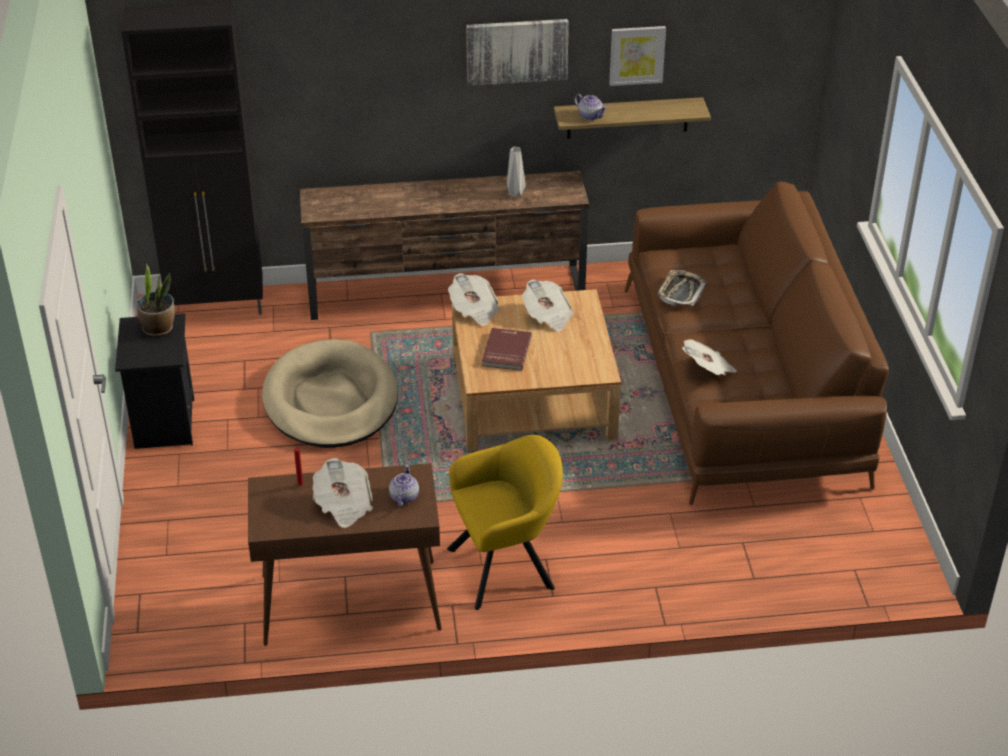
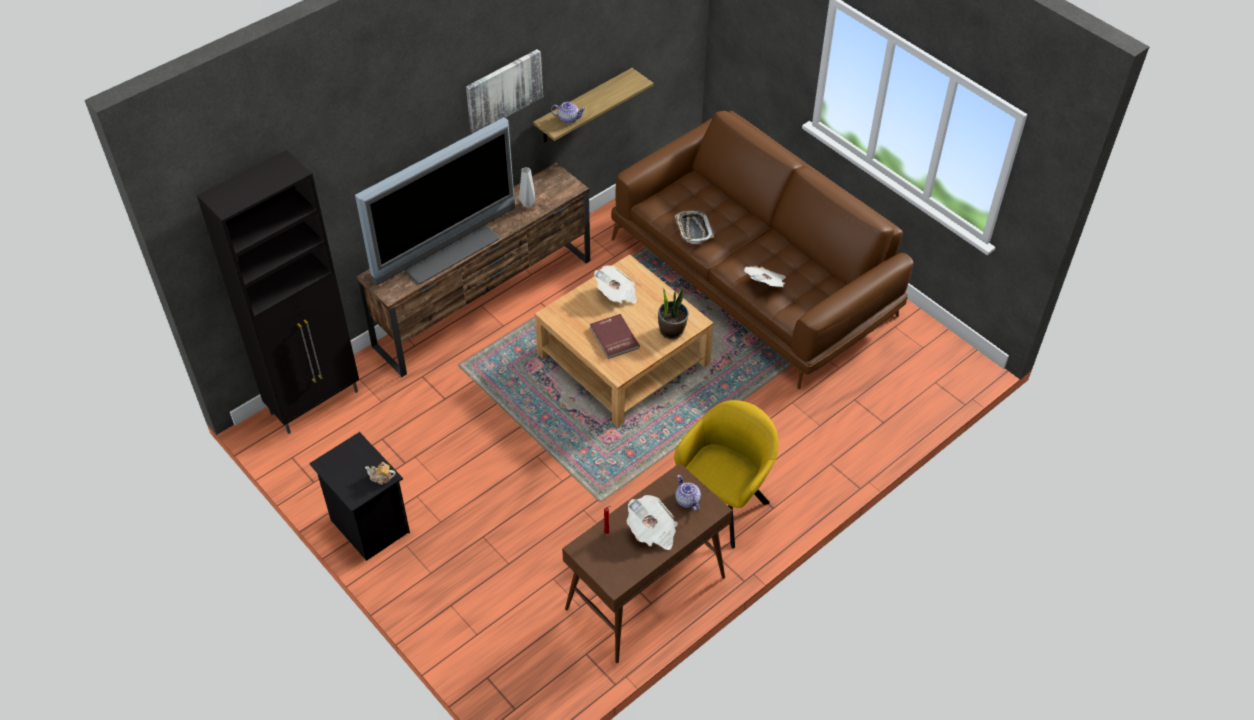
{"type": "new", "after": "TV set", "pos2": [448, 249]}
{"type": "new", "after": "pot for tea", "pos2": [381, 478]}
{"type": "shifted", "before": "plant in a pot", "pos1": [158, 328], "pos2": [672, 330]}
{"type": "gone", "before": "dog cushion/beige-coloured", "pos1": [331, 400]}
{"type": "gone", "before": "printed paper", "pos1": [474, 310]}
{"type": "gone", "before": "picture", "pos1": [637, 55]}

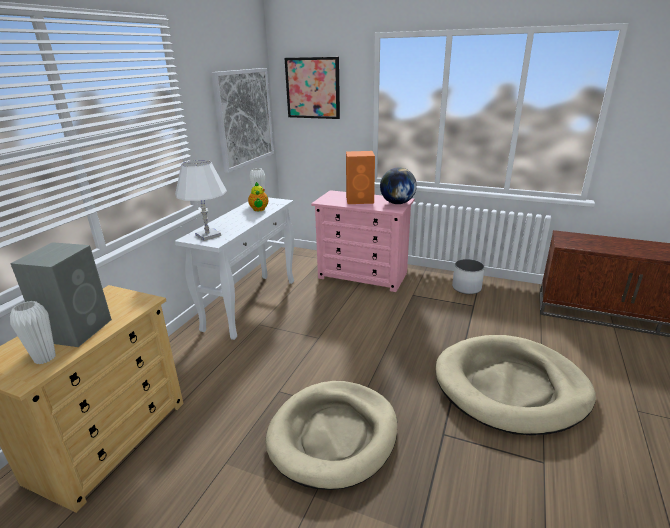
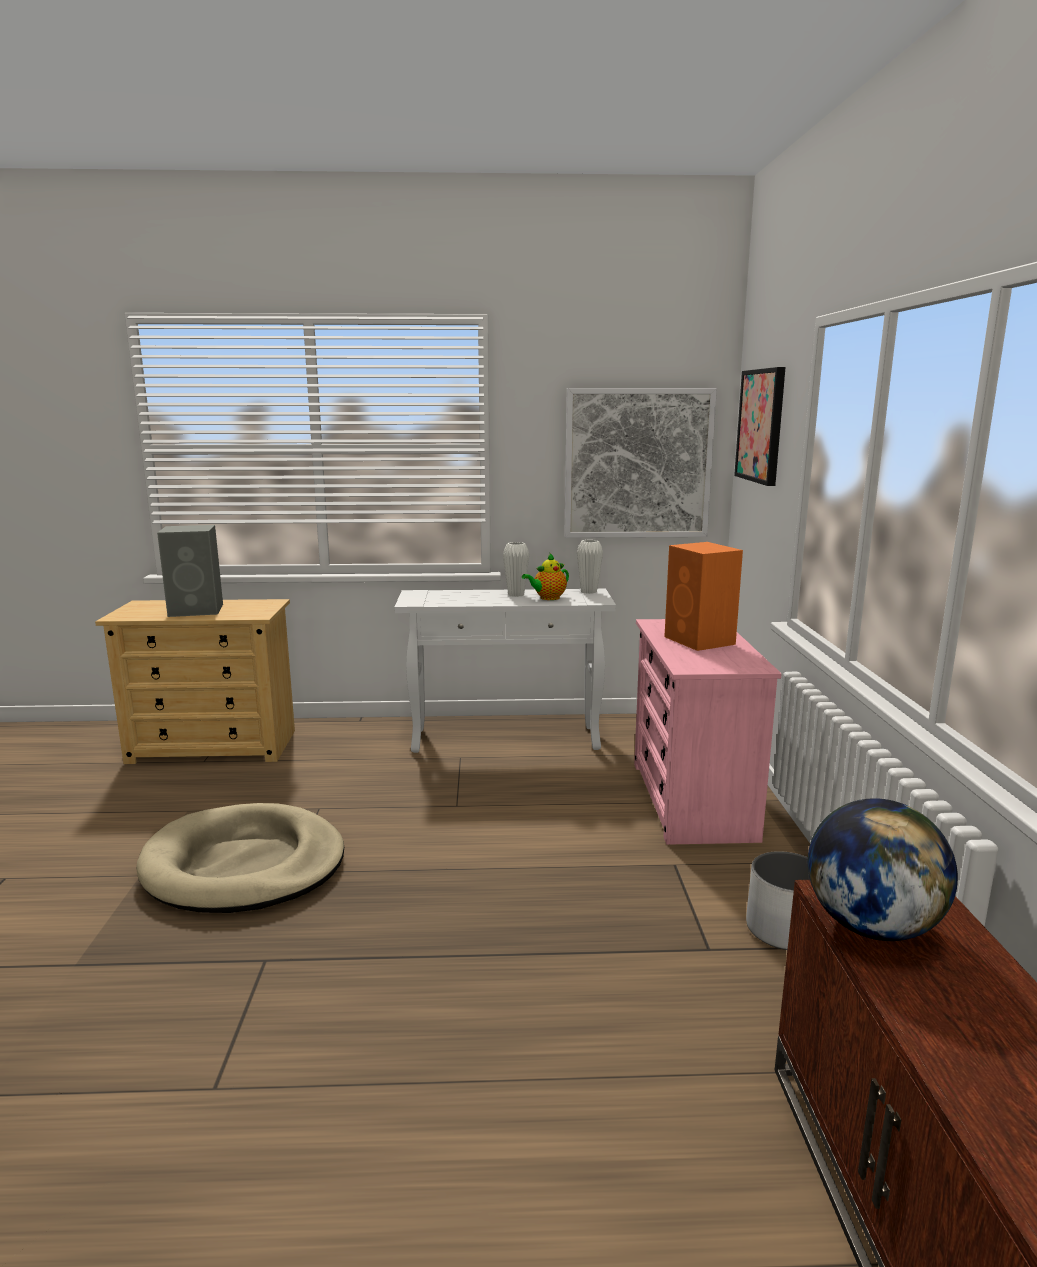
{"type": "shifted", "before": "decorative vase/white", "pos1": [45, 358], "pos2": [516, 595]}
{"type": "shifted", "before": "globe", "pos1": [397, 203], "pos2": [871, 926]}
{"type": "gone", "before": "lamp for a table/white", "pos1": [208, 235]}
{"type": "gone", "before": "dog cushion/beige-coloured", "pos1": [510, 387]}

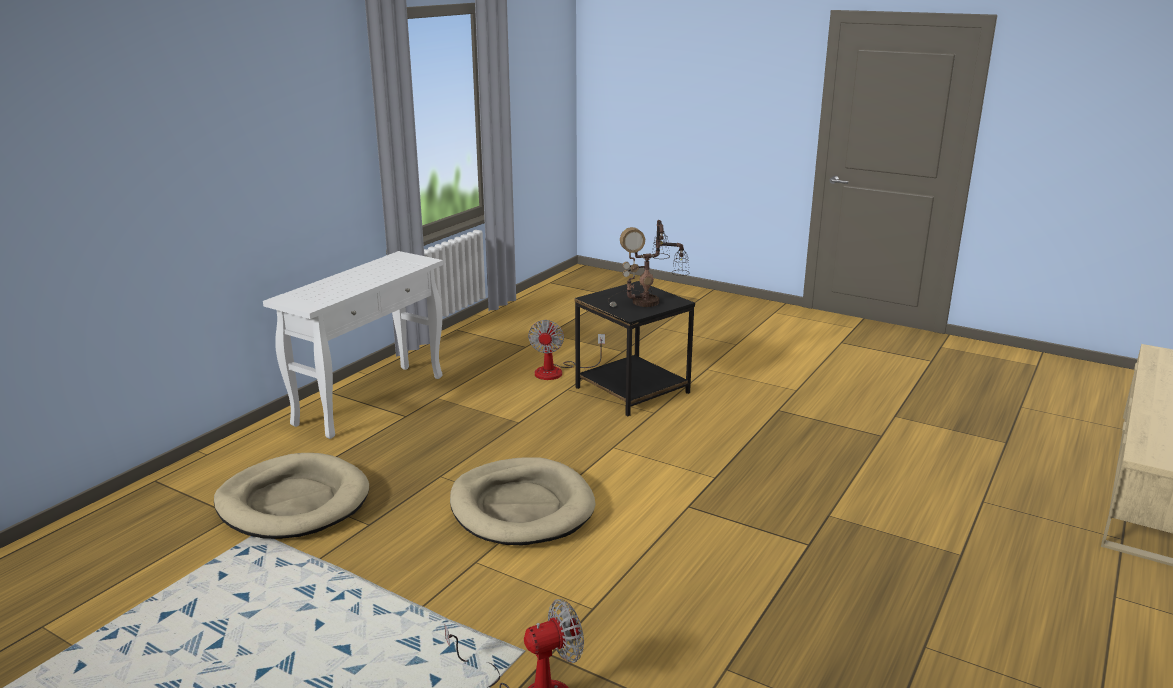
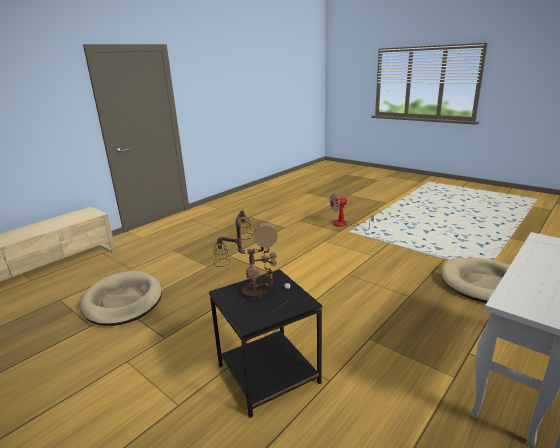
{"type": "shifted", "before": "dog cushion/beige-coloured", "pos1": [521, 507], "pos2": [123, 301]}
{"type": "gone", "before": "cooling fan", "pos1": [558, 371]}

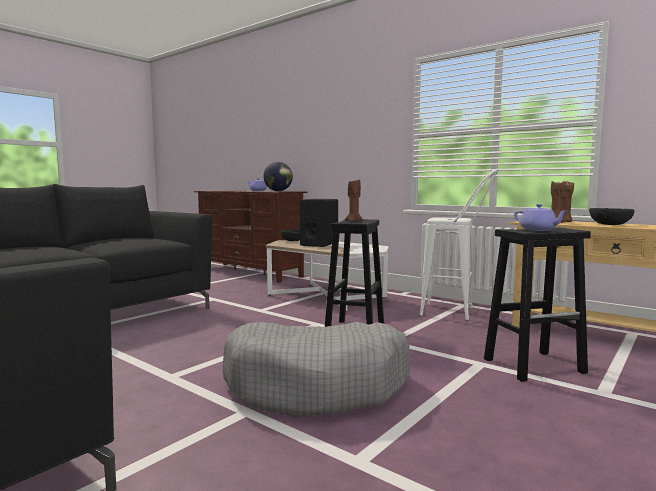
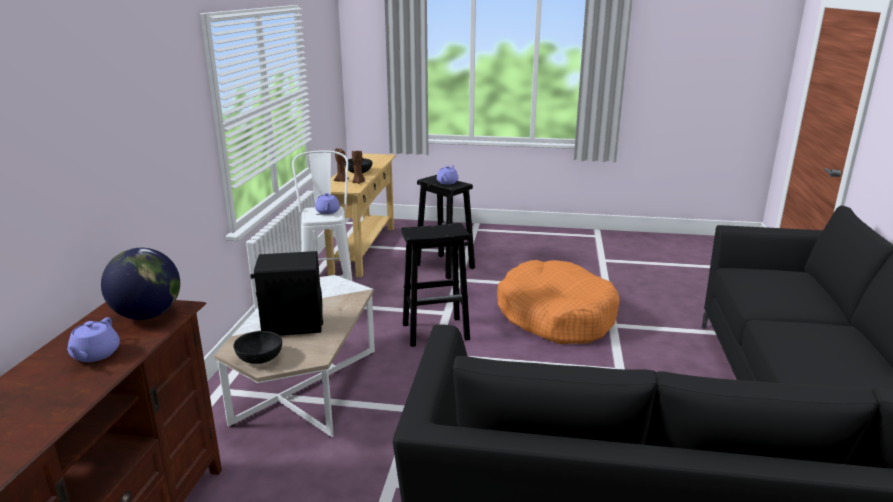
{"type": "new", "after": "pot for tea/purplish", "pos2": [327, 212]}
{"type": "repainted", "before": "dog cushion/gray", "after": "dog cushion/orangey", "pos1": [317, 385], "pos2": [556, 316]}
{"type": "gone", "before": "wax light/brown-coloured", "pos1": [354, 221]}

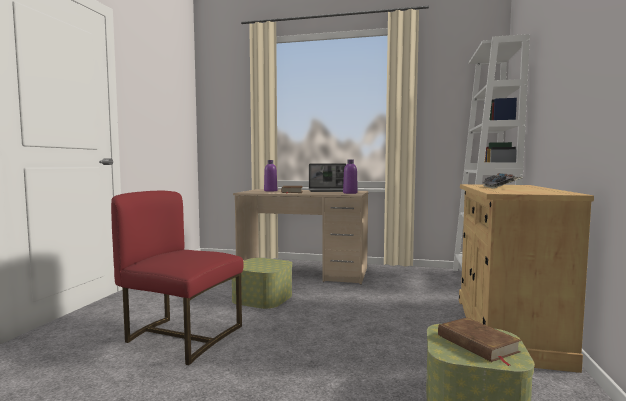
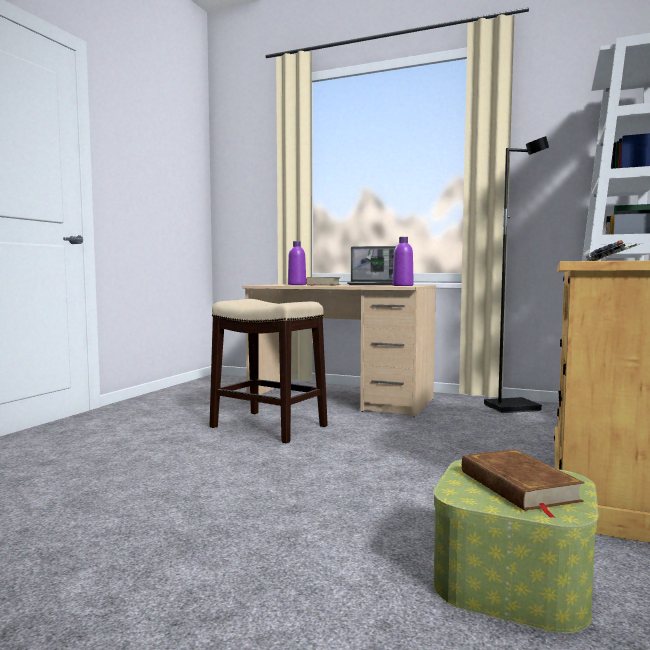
{"type": "swapped", "before": "storage container", "after": "stool seat", "pos1": [262, 298], "pos2": [267, 426]}
{"type": "new", "after": "floor lamp/black", "pos2": [512, 407]}
{"type": "gone", "before": "upright chair/red-coloured", "pos1": [181, 336]}

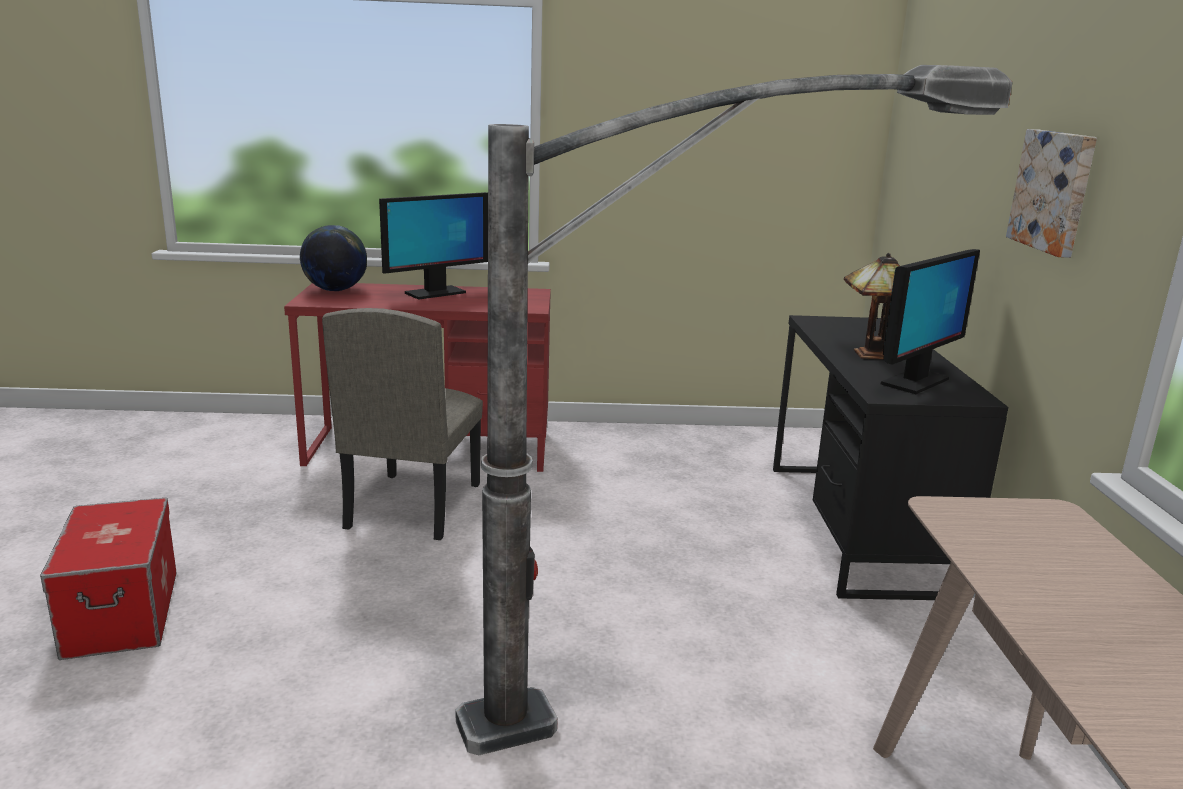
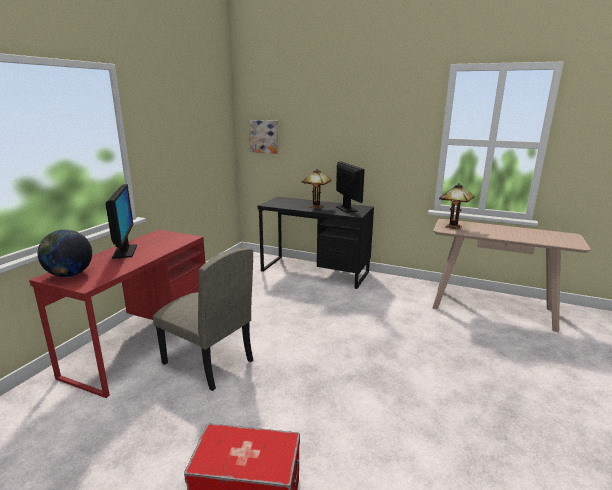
{"type": "shifted", "before": "picture", "pos1": [1054, 191], "pos2": [264, 136]}
{"type": "new", "after": "lamp for a table", "pos2": [453, 227]}
{"type": "gone", "before": "floor lamp", "pos1": [704, 677]}

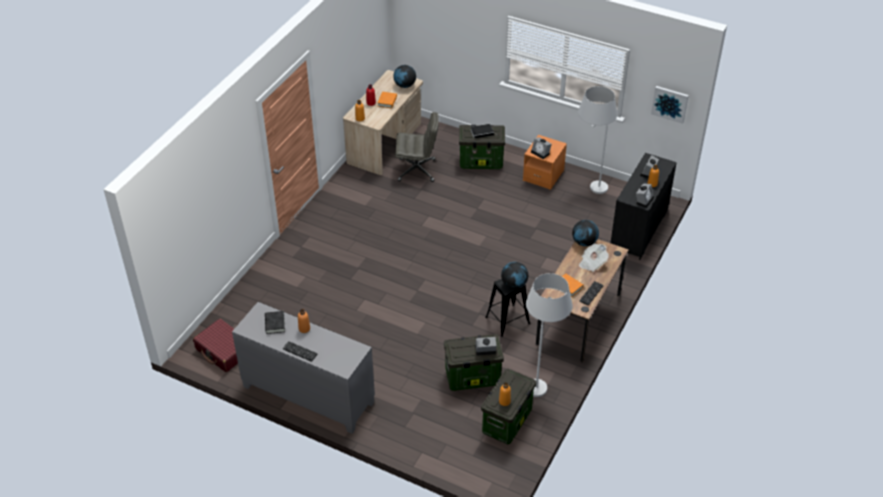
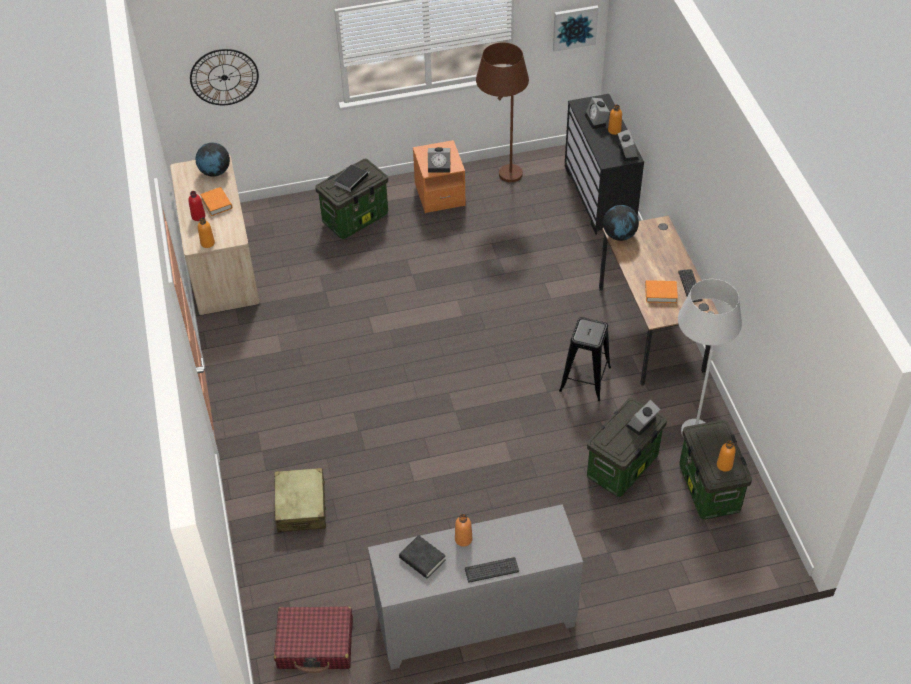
{"type": "new", "after": "clock on the wall", "pos2": [224, 77]}
{"type": "new", "after": "piece of luggage/beige-coloured", "pos2": [301, 506]}
{"type": "repainted", "before": "floor lamp/white", "after": "floor lamp/brown-coloured", "pos1": [589, 188], "pos2": [501, 180]}
{"type": "gone", "before": "office chair/gray", "pos1": [417, 170]}
{"type": "gone", "before": "globe", "pos1": [514, 284]}
{"type": "gone", "before": "printed paper", "pos1": [592, 263]}

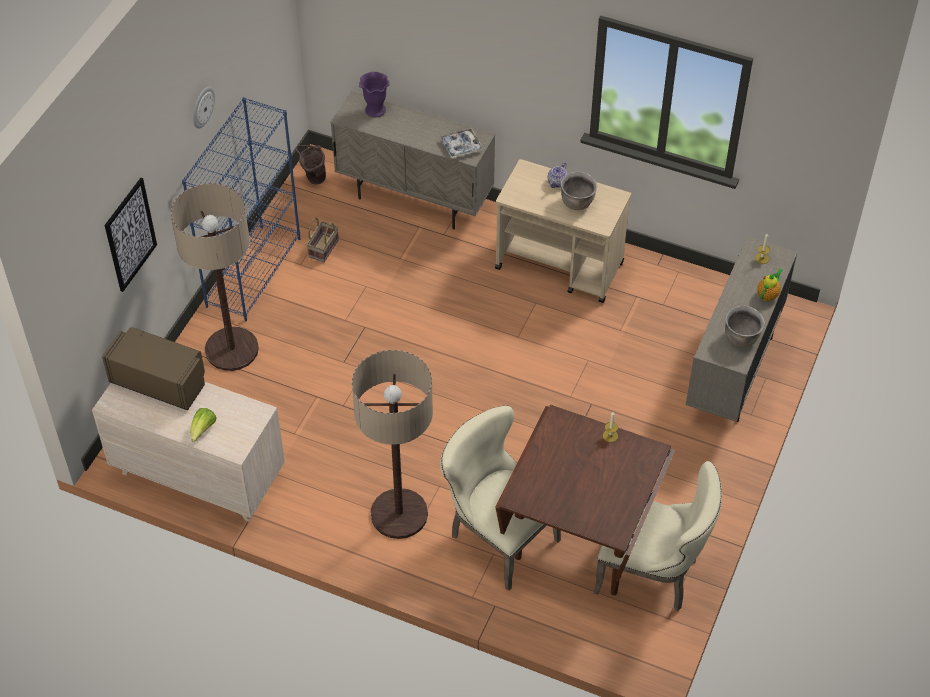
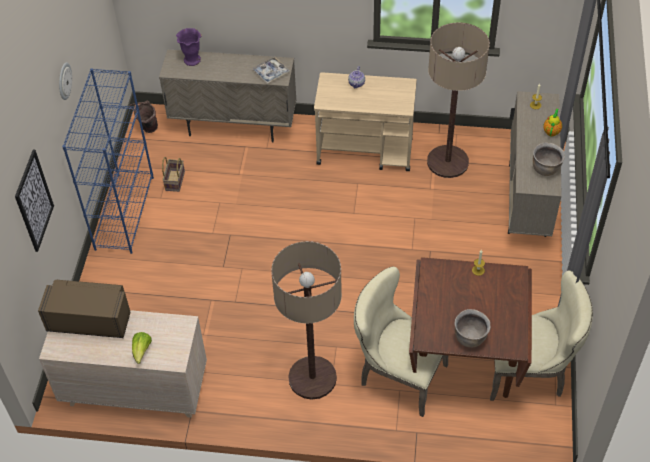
{"type": "shifted", "before": "floor lamp", "pos1": [232, 349], "pos2": [447, 162]}
{"type": "shifted", "before": "saucepot/brown-coloured", "pos1": [577, 202], "pos2": [470, 338]}

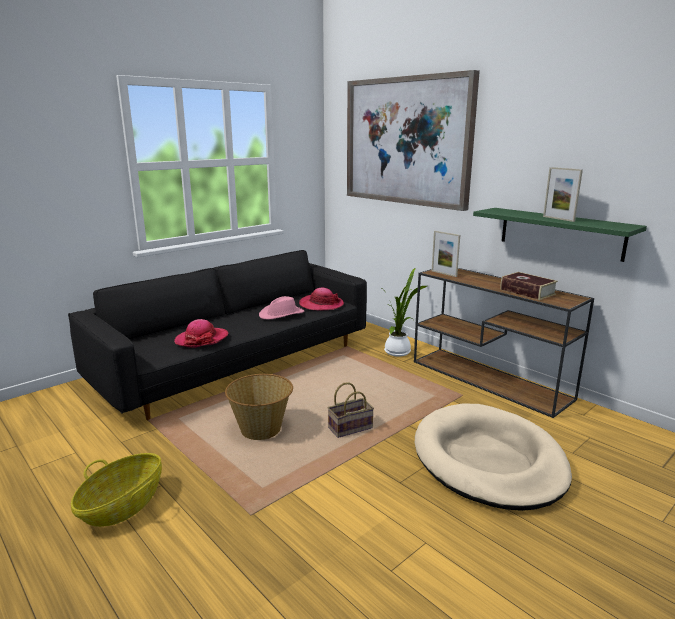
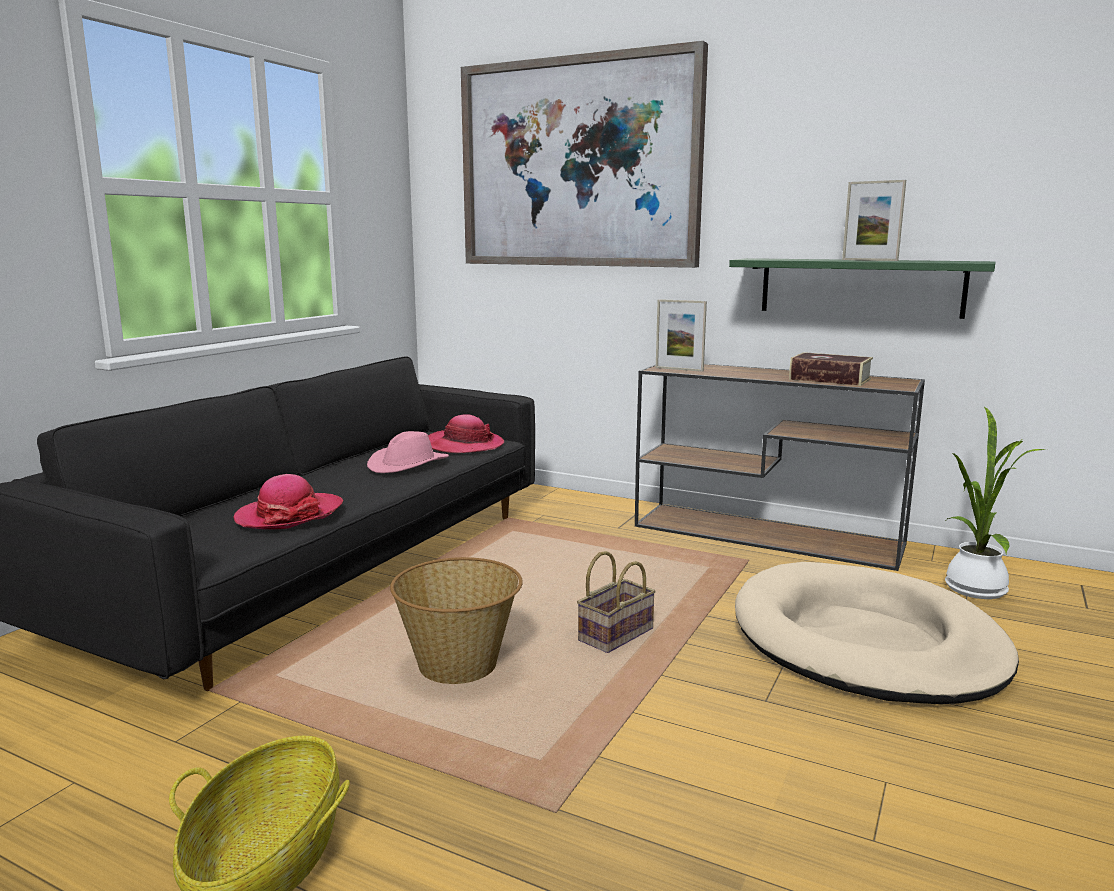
{"type": "shifted", "before": "plant in a pot", "pos1": [399, 351], "pos2": [975, 587]}

